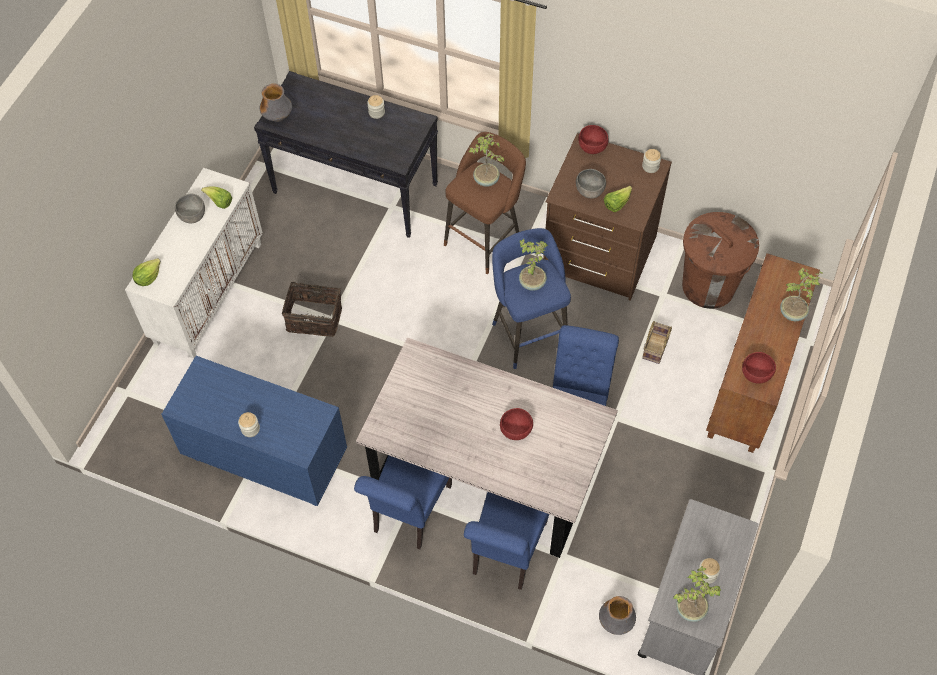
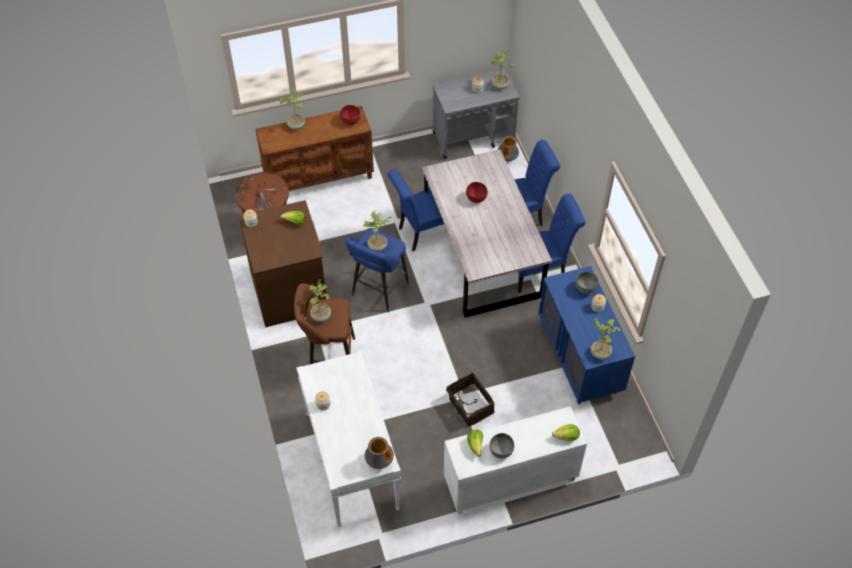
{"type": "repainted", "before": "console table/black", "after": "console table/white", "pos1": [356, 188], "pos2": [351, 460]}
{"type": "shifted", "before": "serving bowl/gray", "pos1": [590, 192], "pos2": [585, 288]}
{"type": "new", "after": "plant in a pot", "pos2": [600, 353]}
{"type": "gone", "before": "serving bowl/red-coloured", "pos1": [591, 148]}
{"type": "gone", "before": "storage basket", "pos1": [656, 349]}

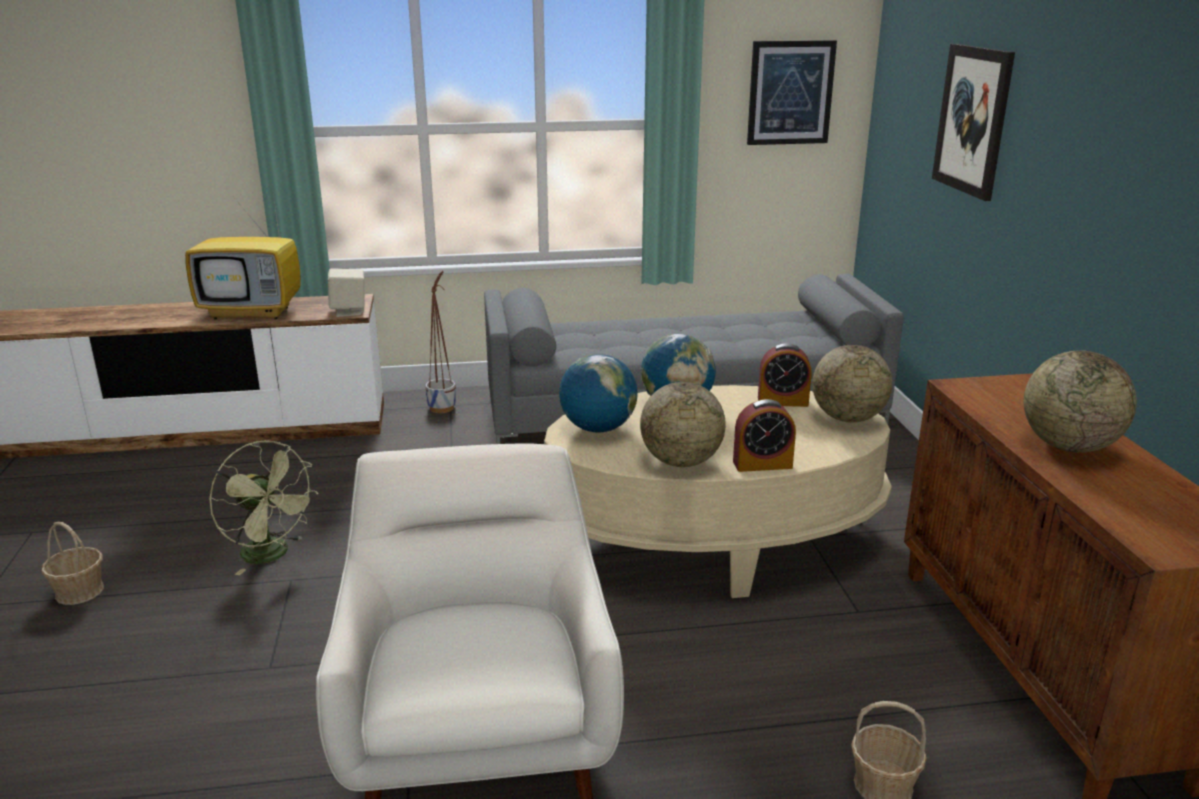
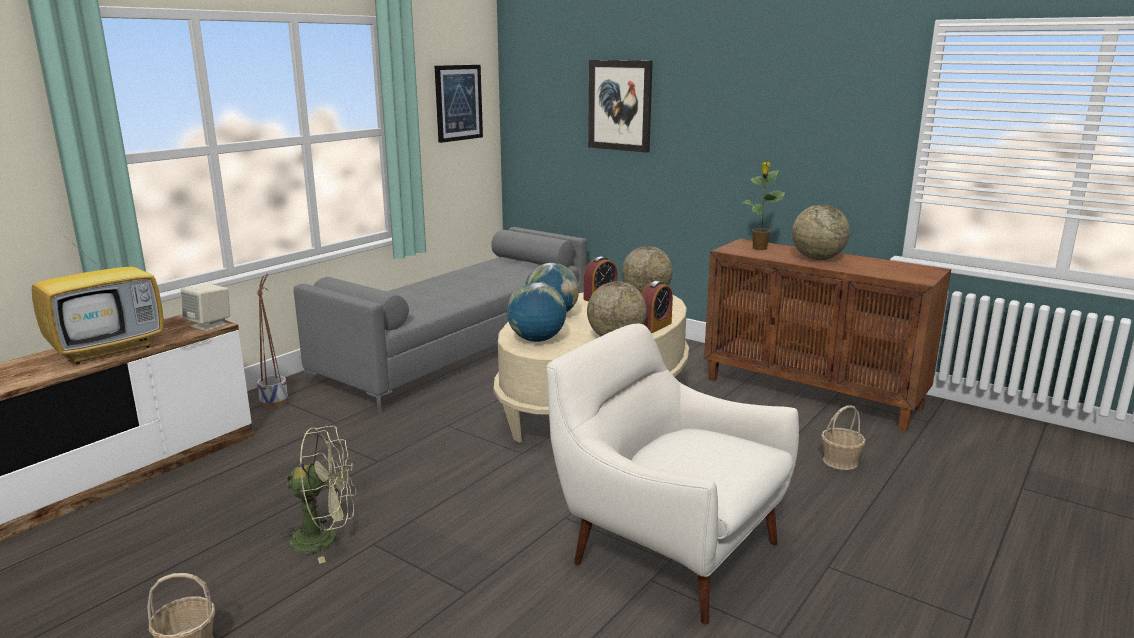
{"type": "new", "after": "plant in a pot", "pos2": [759, 248]}

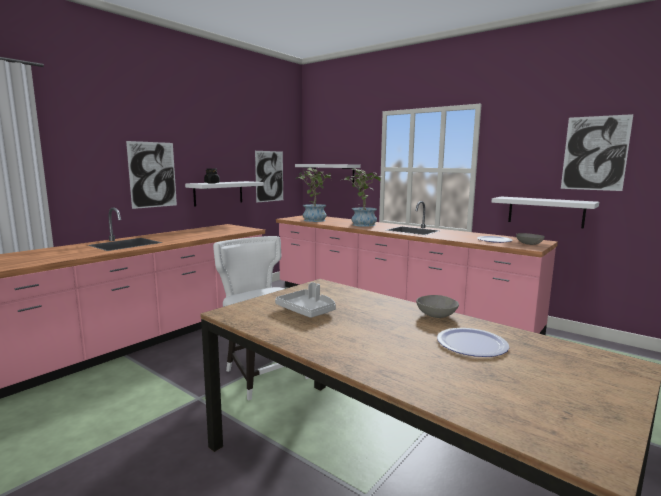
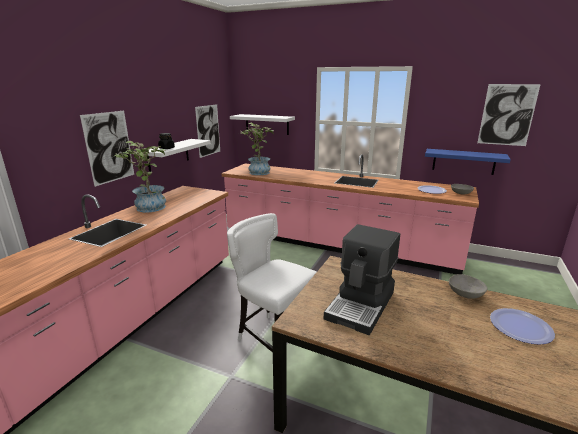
{"type": "shifted", "before": "plant in a pot", "pos1": [361, 224], "pos2": [148, 206]}
{"type": "swapped", "before": "tray/gray", "after": "coffee maker", "pos1": [307, 310], "pos2": [361, 305]}
{"type": "repainted", "before": "wall shelf/white", "after": "wall shelf/blue", "pos1": [545, 212], "pos2": [463, 161]}

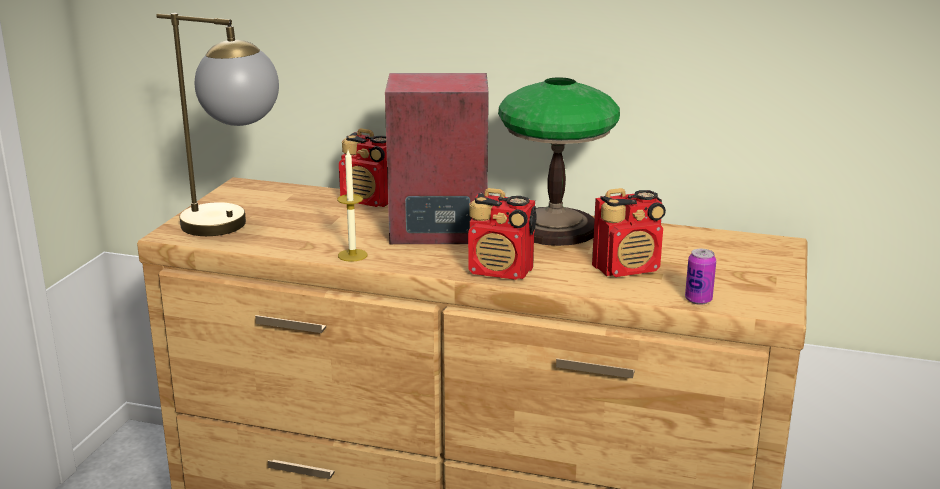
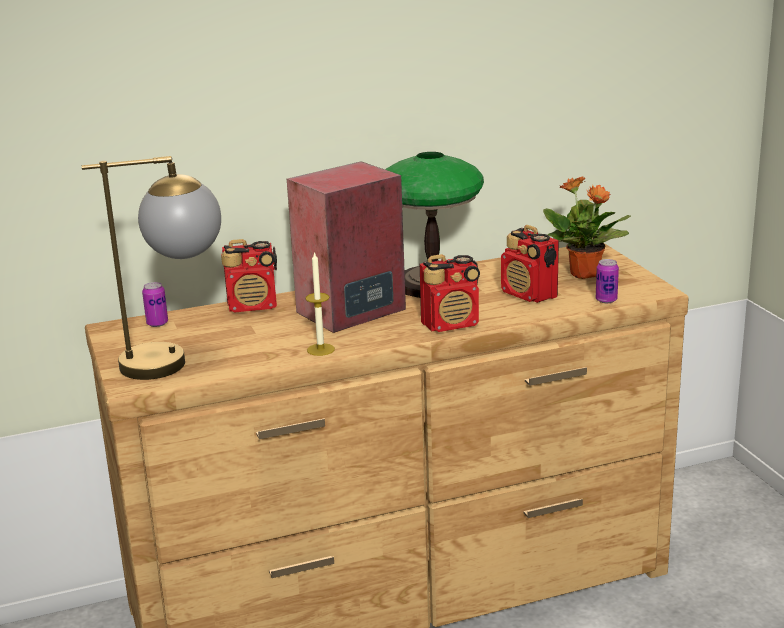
{"type": "new", "after": "can", "pos2": [157, 323]}
{"type": "rotated", "before": "radio receiver", "pos1": [627, 268], "pos2": [529, 295], "turn": 105}
{"type": "new", "after": "plant in a pot", "pos2": [585, 274]}

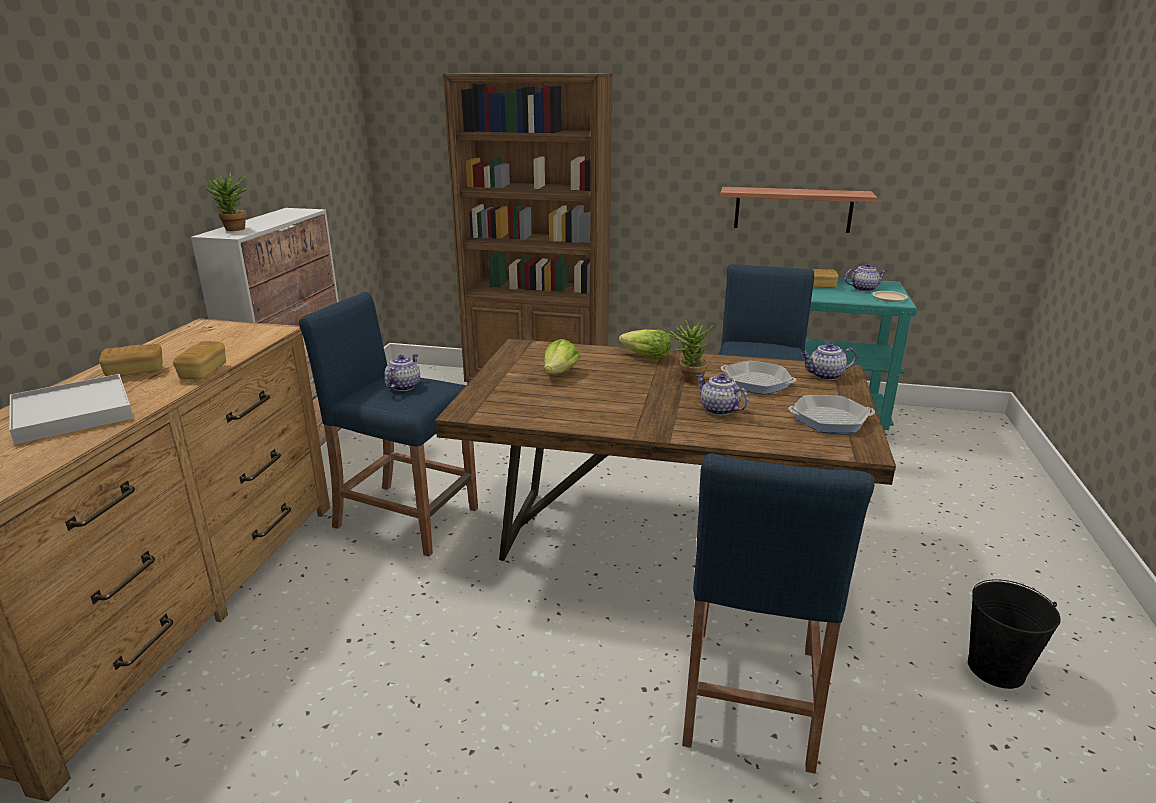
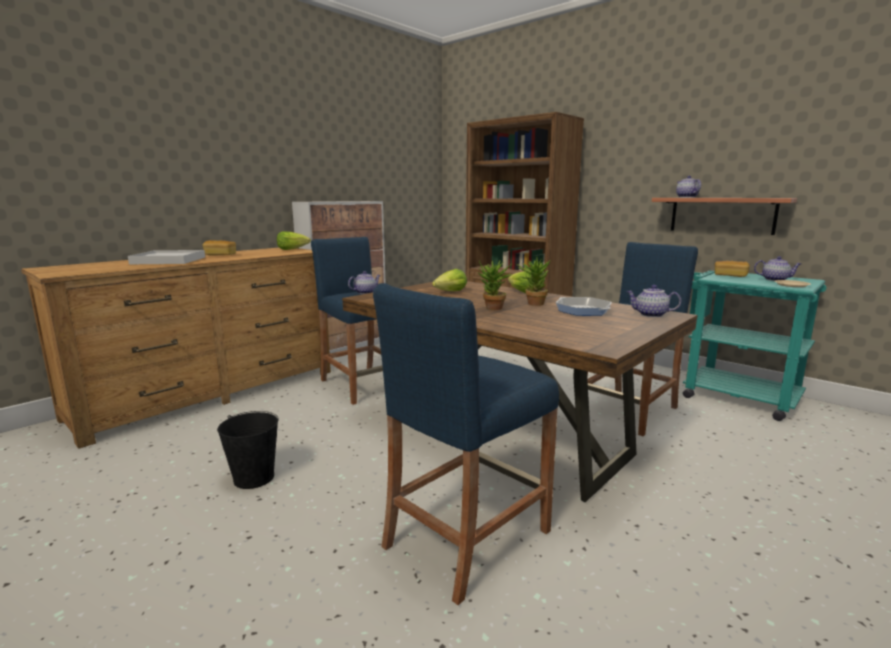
{"type": "shifted", "before": "water bucket/black", "pos1": [996, 669], "pos2": [254, 478]}
{"type": "new", "after": "lettuce", "pos2": [292, 249]}
{"type": "shifted", "before": "plant in a pot", "pos1": [233, 230], "pos2": [493, 309]}
{"type": "shifted", "before": "pot for tea", "pos1": [718, 409], "pos2": [686, 197]}
{"type": "gone", "before": "baked bread", "pos1": [203, 372]}
{"type": "gone", "before": "frying pan", "pos1": [829, 420]}

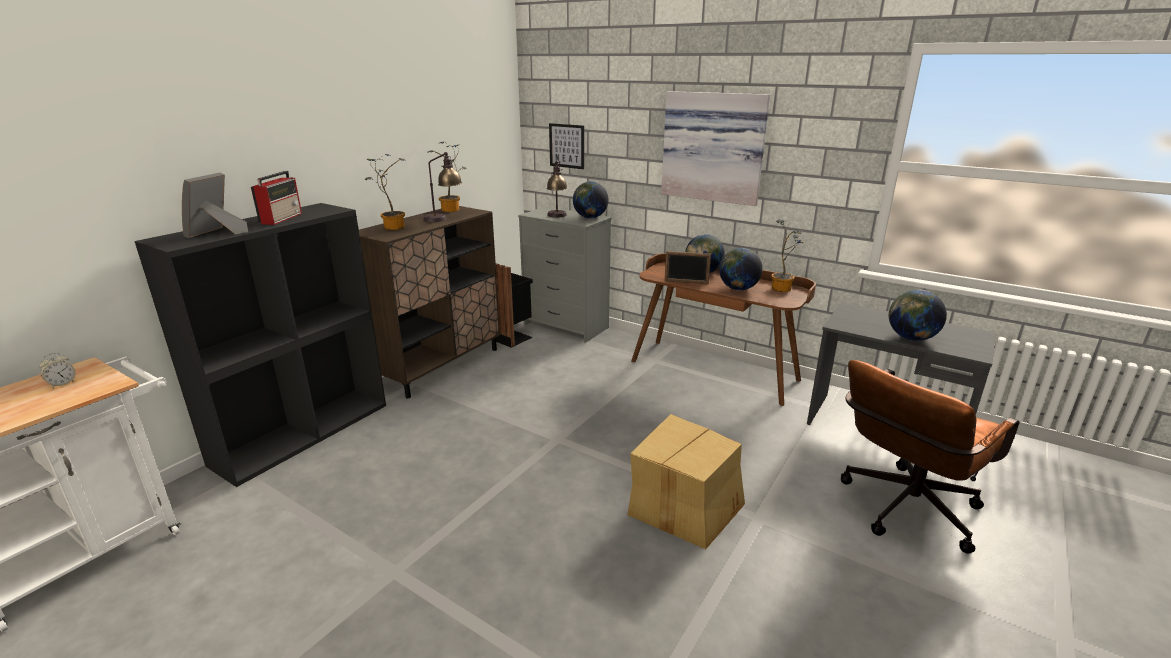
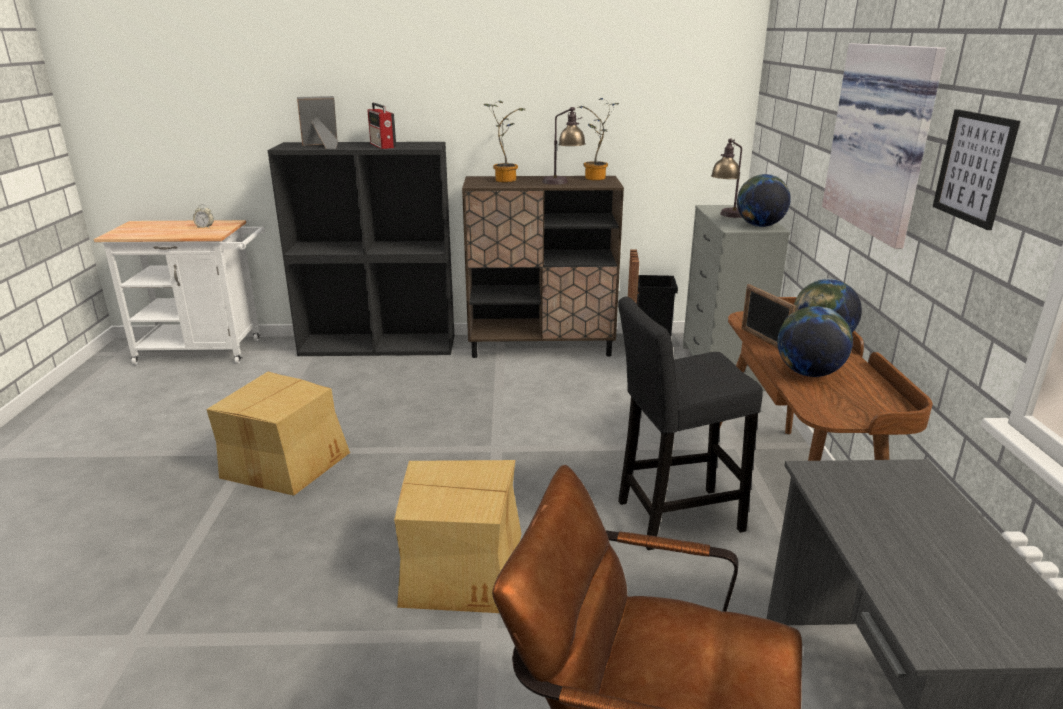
{"type": "new", "after": "packing box", "pos2": [285, 462]}
{"type": "rotated", "before": "radio receiver", "pos1": [282, 218], "pos2": [383, 145], "turn": 90}
{"type": "new", "after": "stool seat/black", "pos2": [673, 517]}
{"type": "shifted", "before": "picture", "pos1": [567, 146], "pos2": [974, 167]}
{"type": "gone", "before": "plant in a pot", "pos1": [783, 288]}
{"type": "gone", "before": "globe", "pos1": [911, 338]}

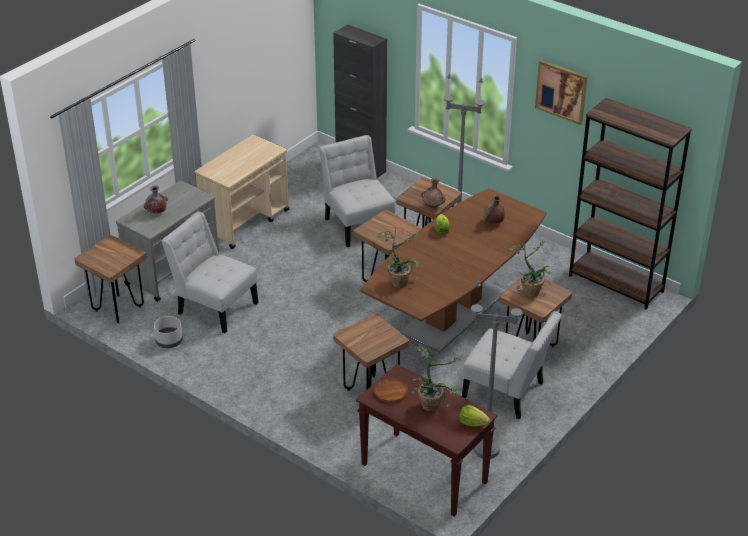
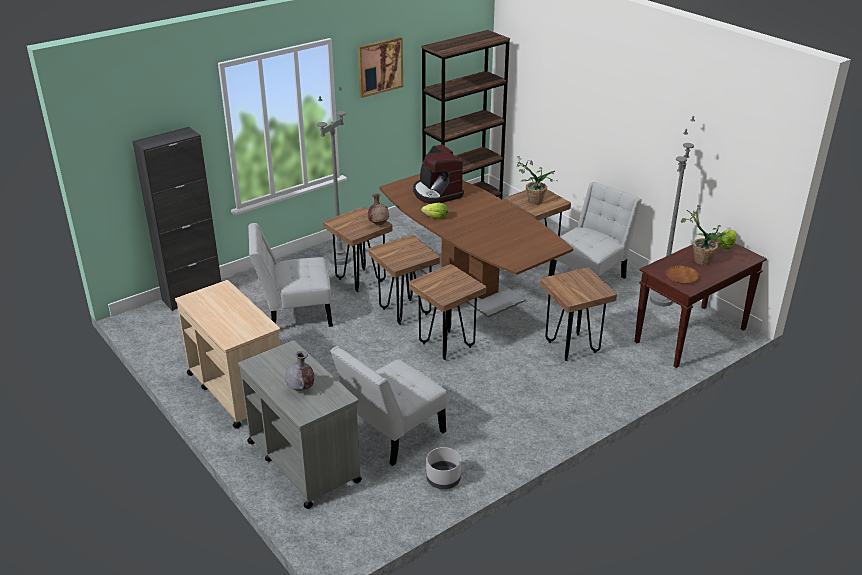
{"type": "shifted", "before": "stool seat/brown-coloured", "pos1": [118, 309], "pos2": [446, 345]}
{"type": "swapped", "before": "decorative vase/brown-coloured", "after": "coffee maker", "pos1": [493, 222], "pos2": [436, 193]}
{"type": "gone", "before": "plant in a pot", "pos1": [400, 280]}

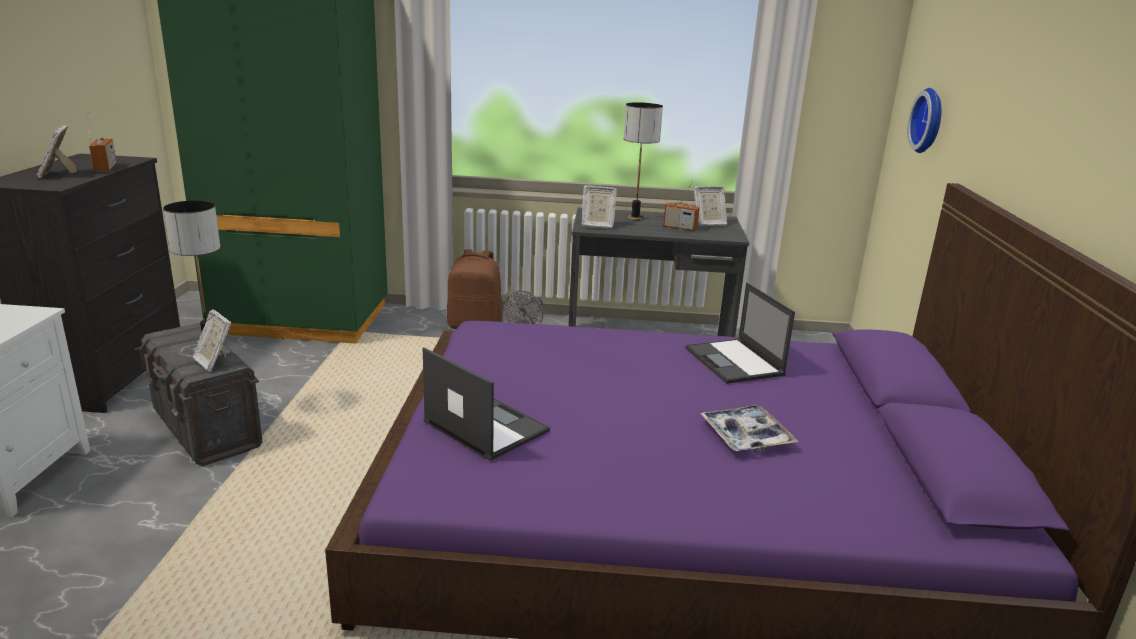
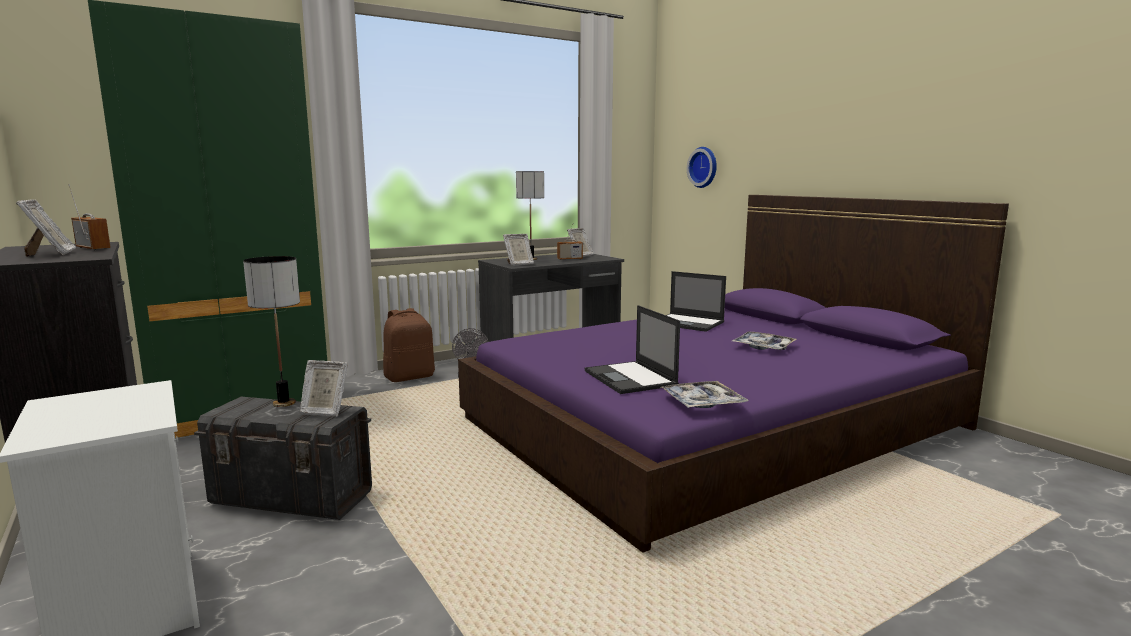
{"type": "rotated", "before": "photo frame", "pos1": [57, 174], "pos2": [51, 254], "turn": -150}
{"type": "rotated", "before": "notebook computer", "pos1": [484, 426], "pos2": [631, 378], "turn": -120}
{"type": "new", "after": "tray", "pos2": [702, 403]}

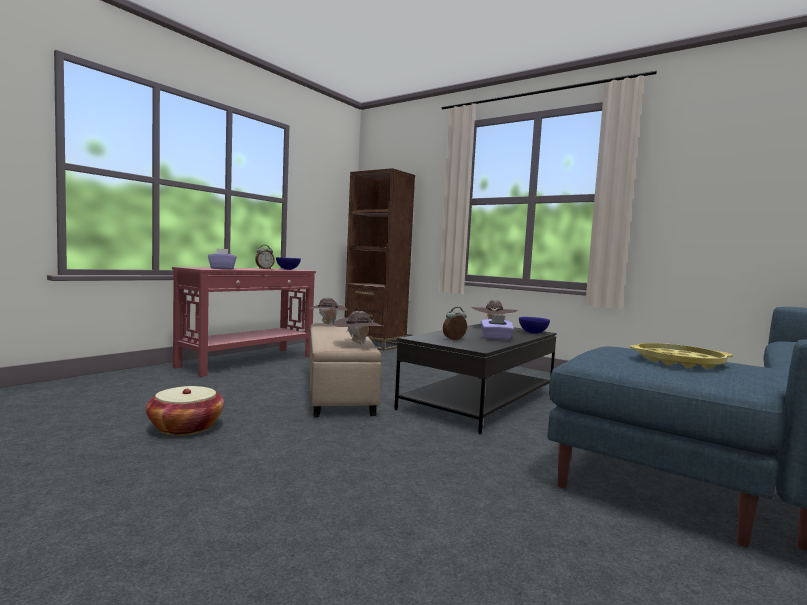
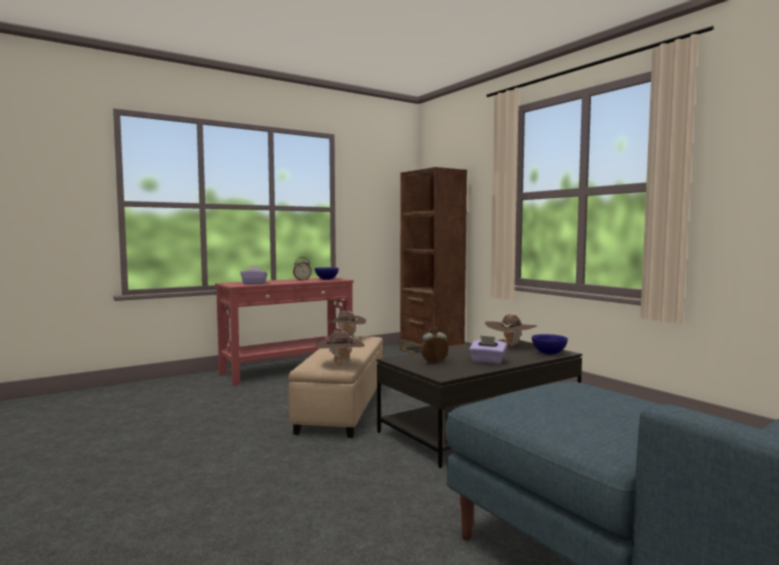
{"type": "gone", "before": "storage basket", "pos1": [186, 427]}
{"type": "gone", "before": "tray/yellow", "pos1": [679, 362]}

